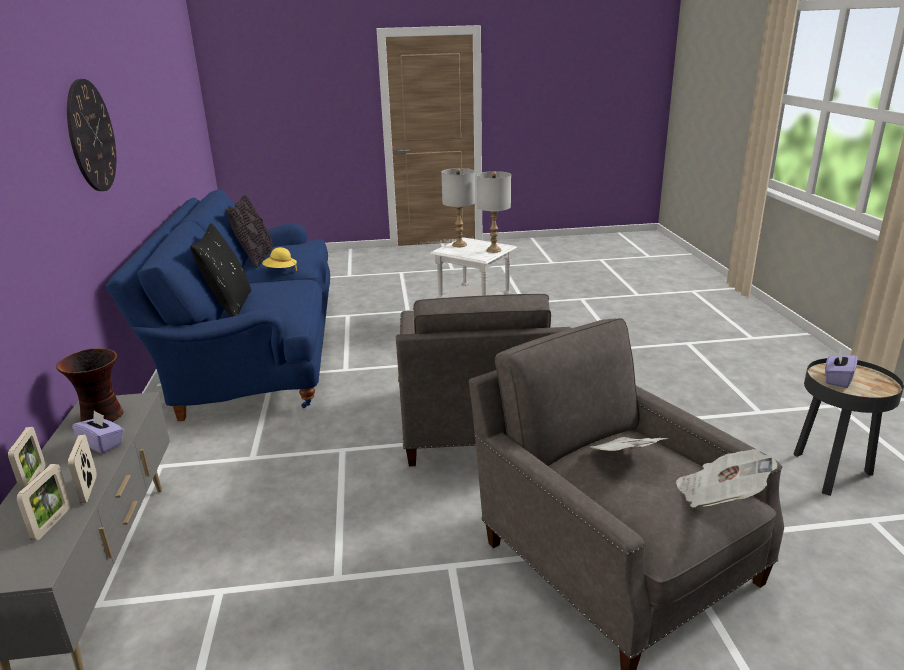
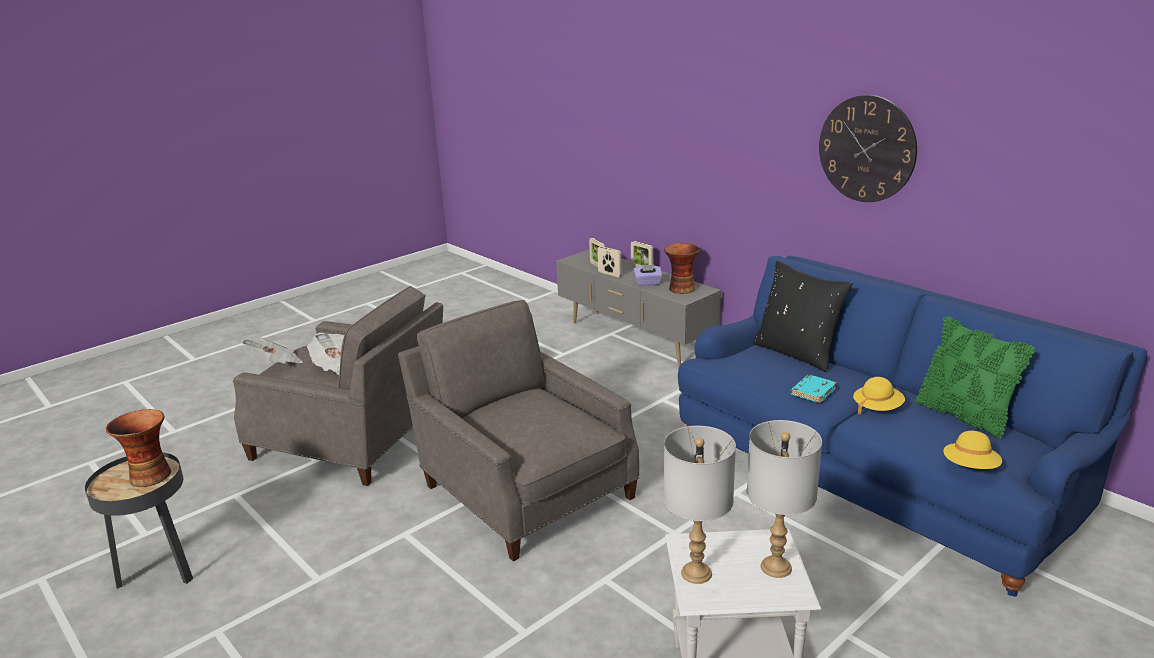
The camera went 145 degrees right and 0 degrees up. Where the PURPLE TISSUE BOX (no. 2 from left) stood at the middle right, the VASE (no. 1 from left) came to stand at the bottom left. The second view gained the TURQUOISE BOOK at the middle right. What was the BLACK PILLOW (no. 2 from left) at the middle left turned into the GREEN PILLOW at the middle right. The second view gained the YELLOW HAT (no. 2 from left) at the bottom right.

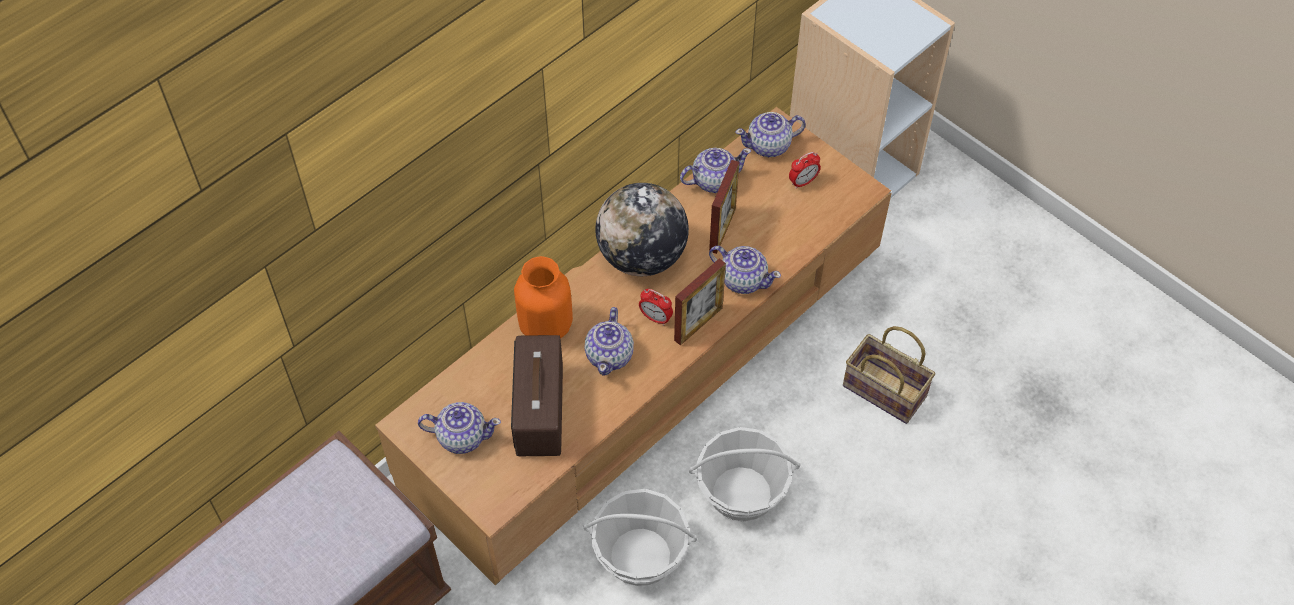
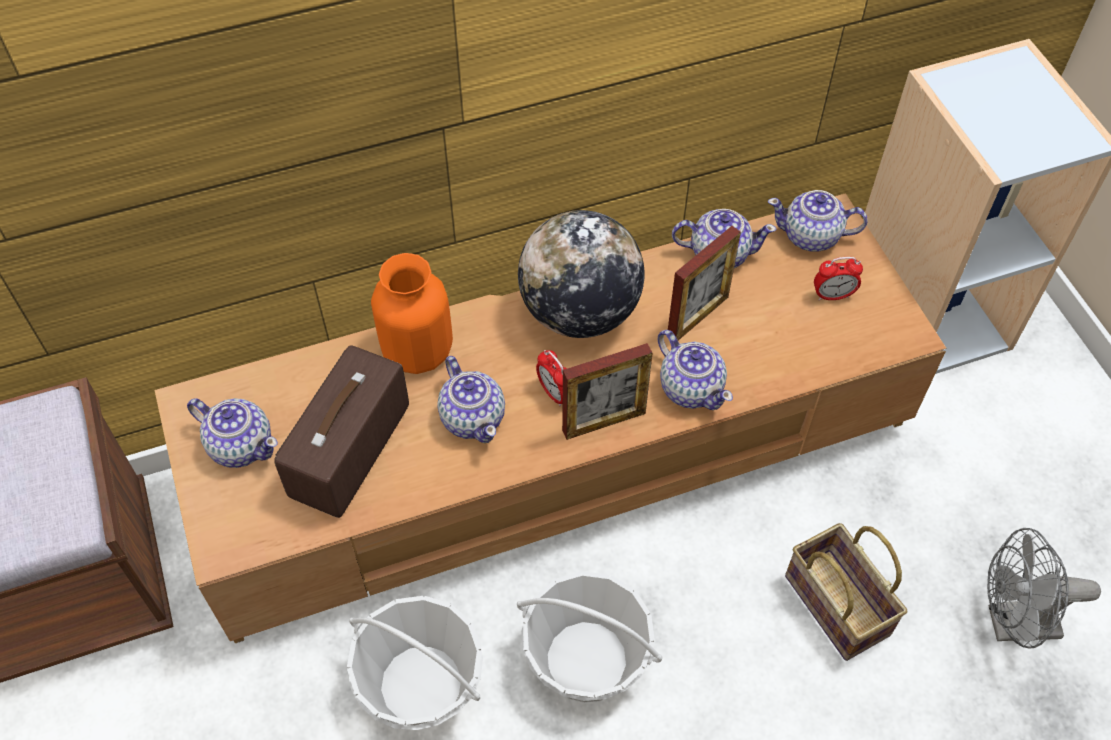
The camera went 25 degrees right and 0 degrees up. The TEAPOT (no. 2 from left) at the centre ended up facing another way, 60 degrees counterclockwise from before. The second view gained the GREY FAN at the bottom right.

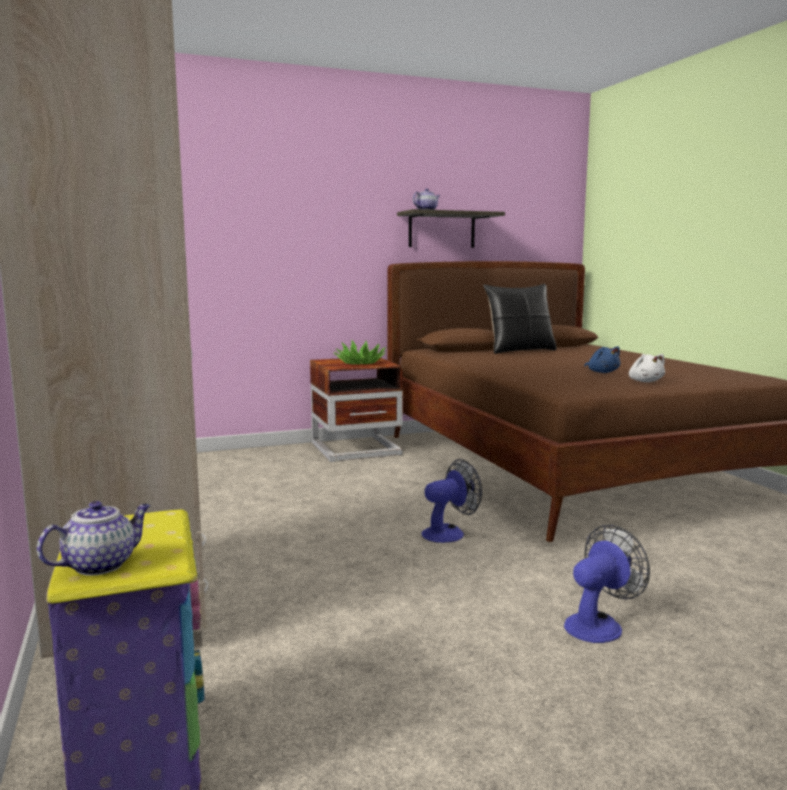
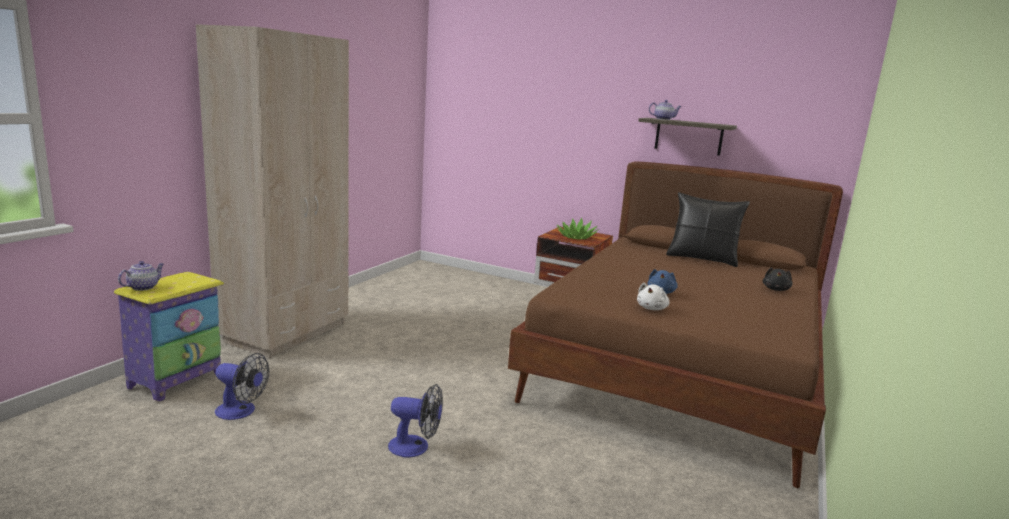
The camera went 45 degrees right and 5 degrees up. The TEAPOT (no. 1 from left) at the bottom left ended up facing another way, 60 degrees counterclockwise from before. The FAN (no. 1 from left) ended up elsewhere, having gone from the centre to the bottom left. The second view gained the BLACK PLUSH TOY at the middle right.

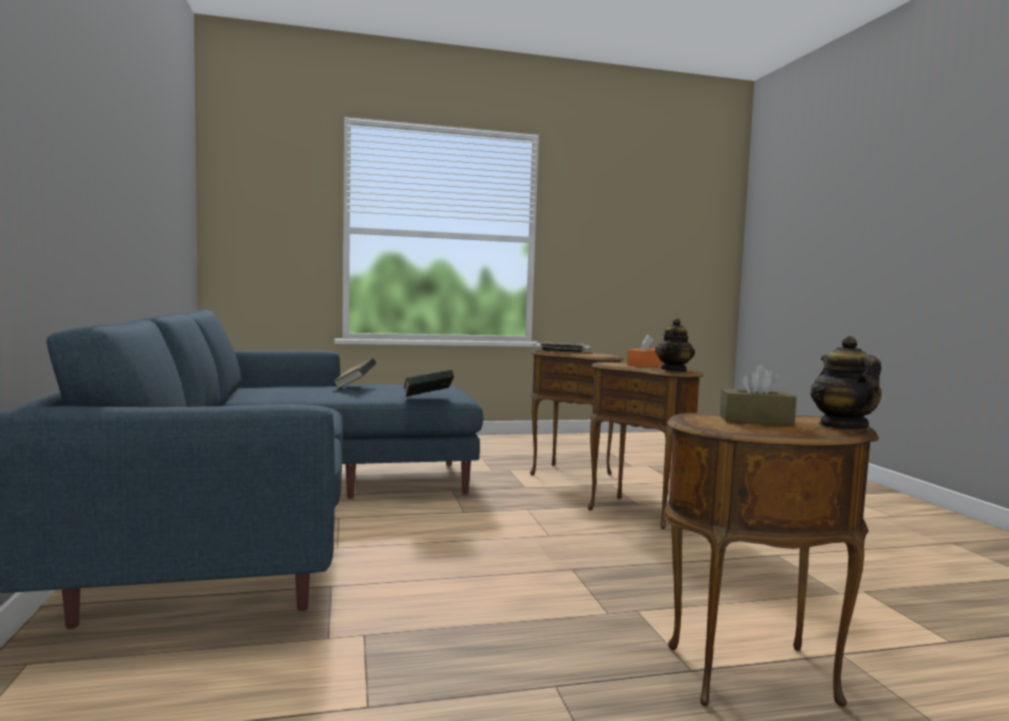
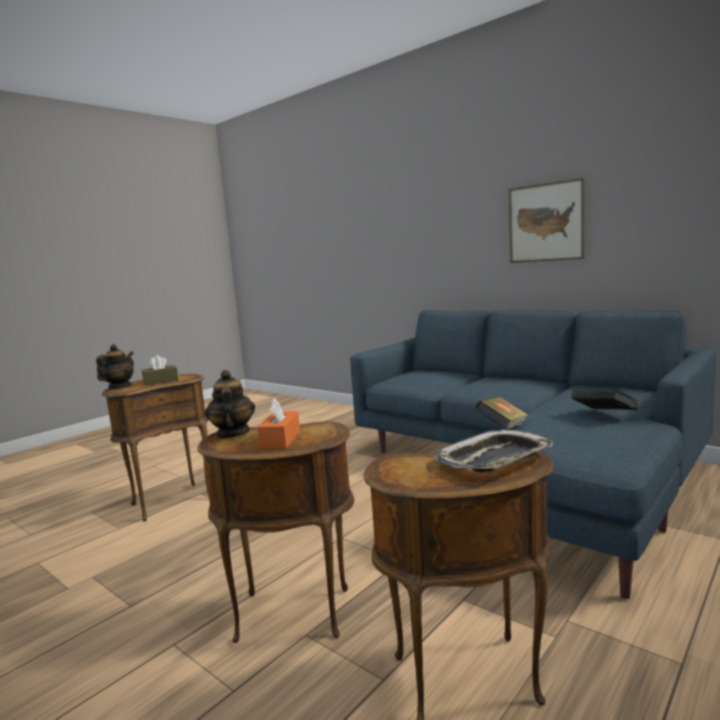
The camera went 145 degrees right and 5 degrees up. The TEAPOT (no. 2 from left in the first image) at the middle right ended up facing another way, 120 degrees counterclockwise from before. The second view gained the PICTURE at the top right.

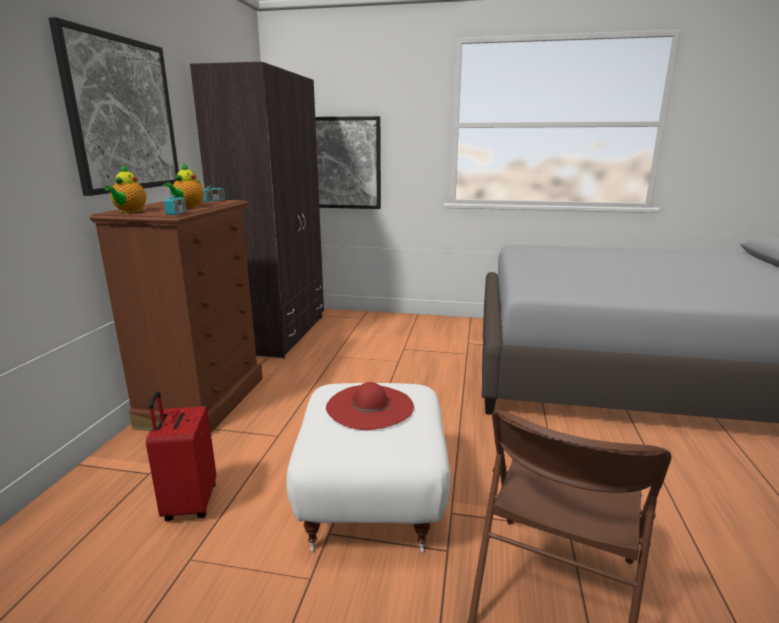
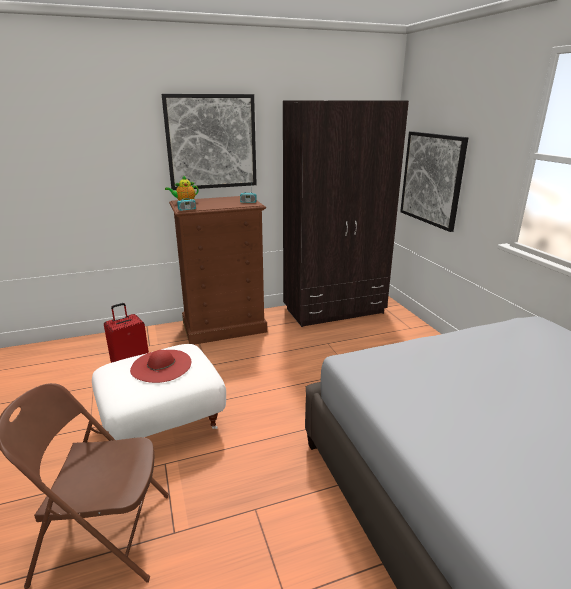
The camera went 60 degrees right and 5 degrees up. The second view lost the TEAPOT (no. 2 from left) at the top left.

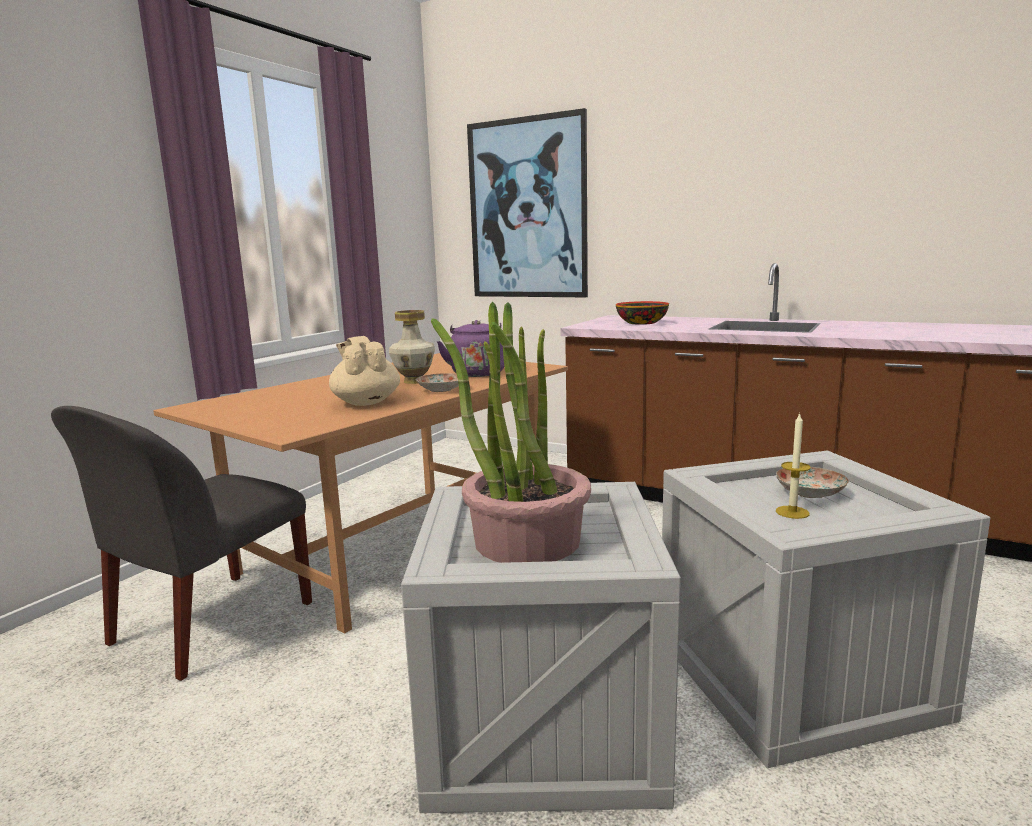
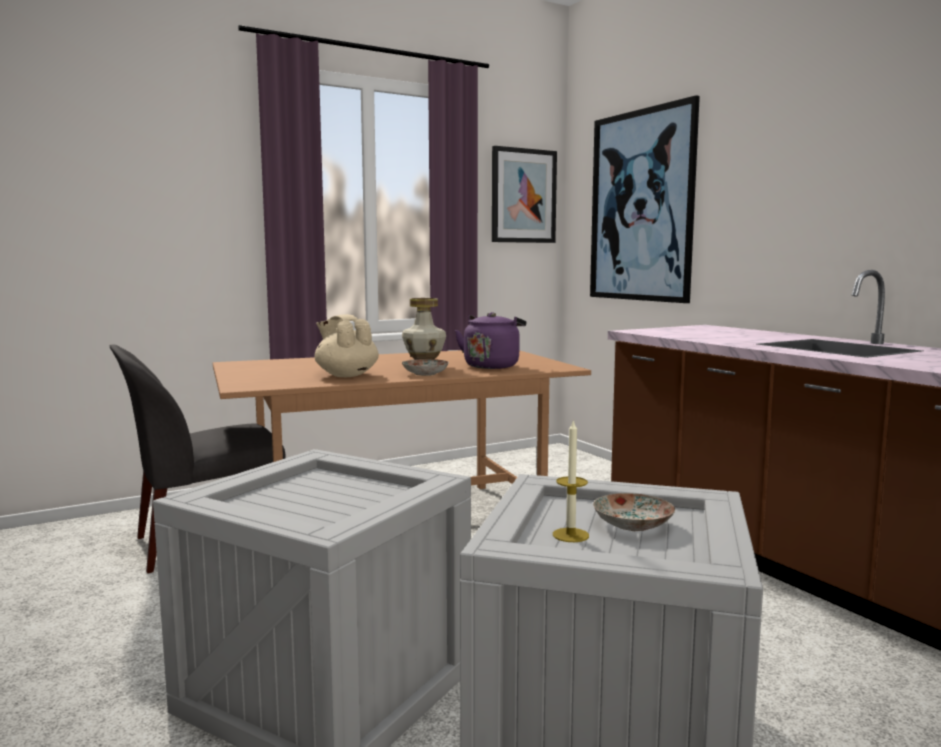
The camera went 30 degrees right and 5 degrees down. The BEIGE TEAPOT at the centre ended up facing another way, 45 degrees counterclockwise from before. The second view gained the PICTURE (no. 1 from left) at the top centre. The second view lost the POTTED PLANT at the centre. The second view lost the BOWL at the centre.

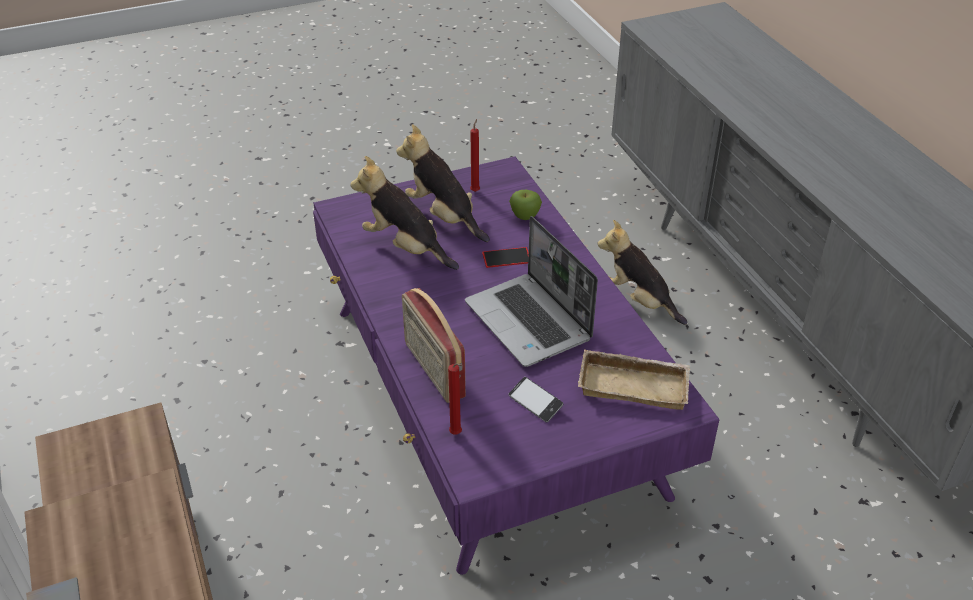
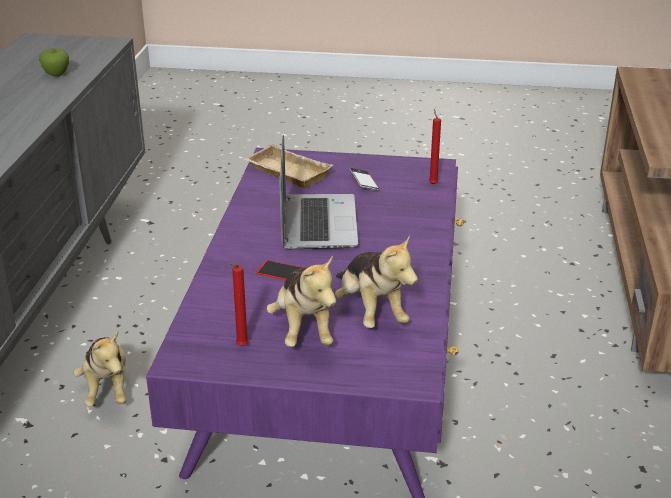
The camera went 150 degrees left and 10 degrees down. The APPLE ended up elsewhere, having gone from the centre to the top left. The second view lost the RADIO at the centre.

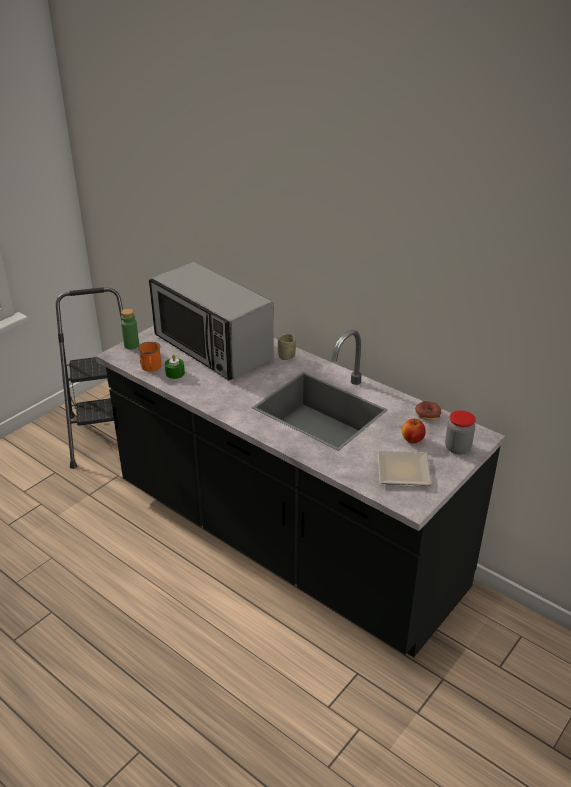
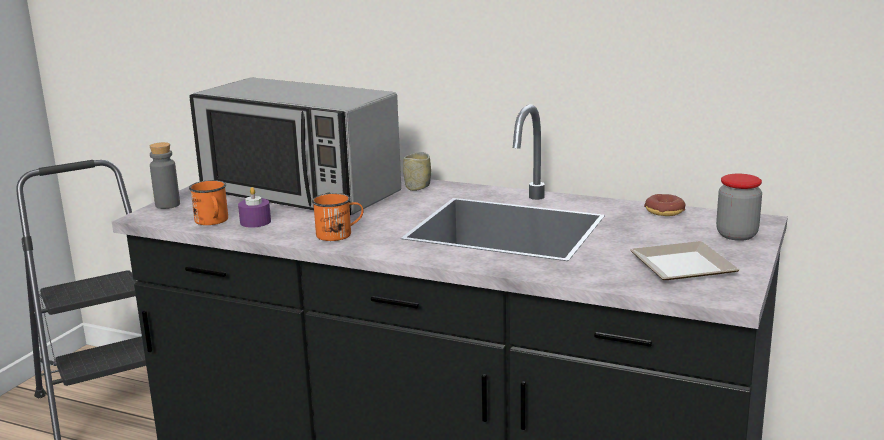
The camera went 15 degrees left and 15 degrees down. What was the GREEN BOTTLE at the middle left turned into the GREY BOTTLE at the middle left. What was the GREEN CANDLE at the middle left turned into the PURPLE CANDLE at the middle left. The second view gained the ORANGE MUG (no. 2 from left) at the centre. The second view lost the APPLE at the middle right.

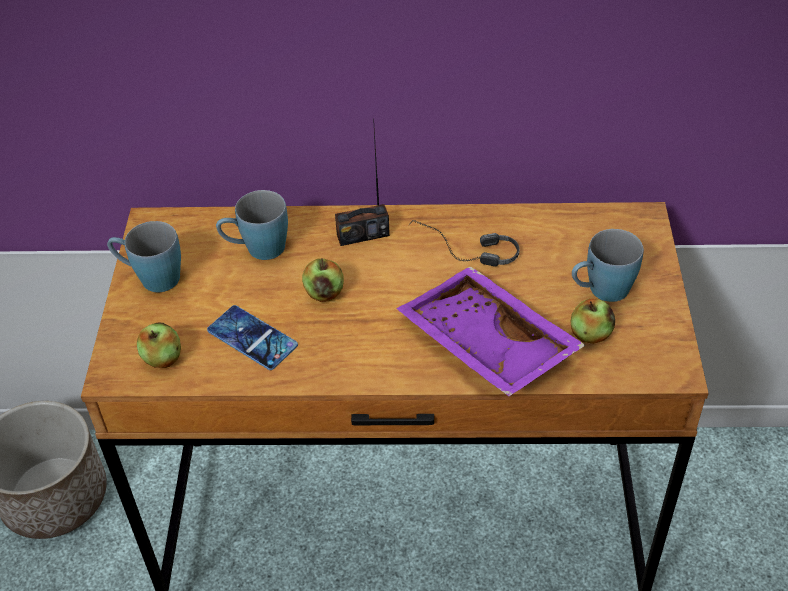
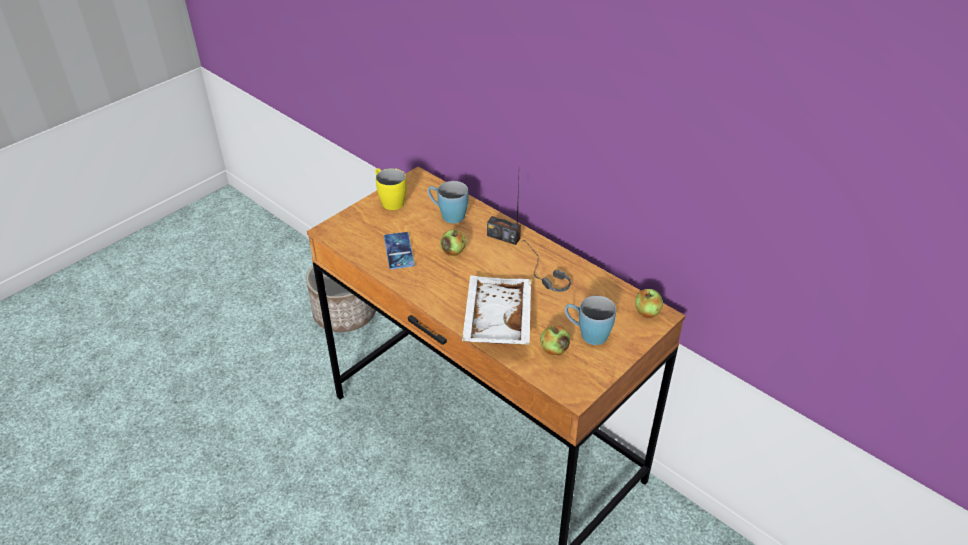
The camera went 40 degrees right and 5 degrees down. What was the BLUE MUG (no. 1 from left) at the middle left turned into the YELLOW MUG at the centre. What was the PURPLE TRAY at the centre turned into the WHITE TRAY at the centre. The APPLE (no. 1 from left in the first image) ended up elsewhere, having gone from the middle left to the middle right.

